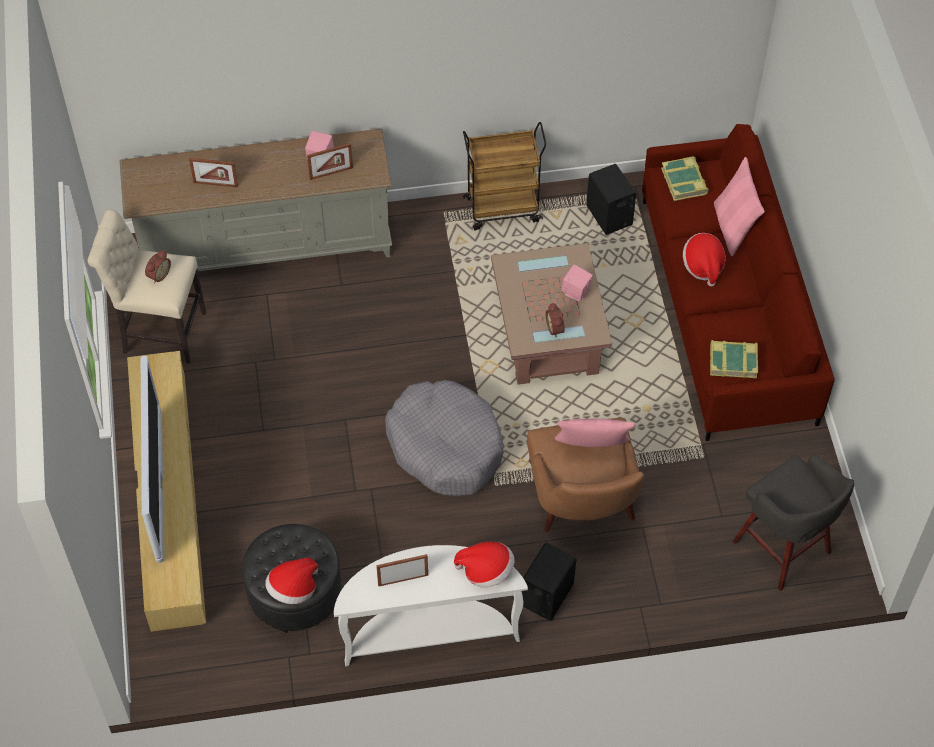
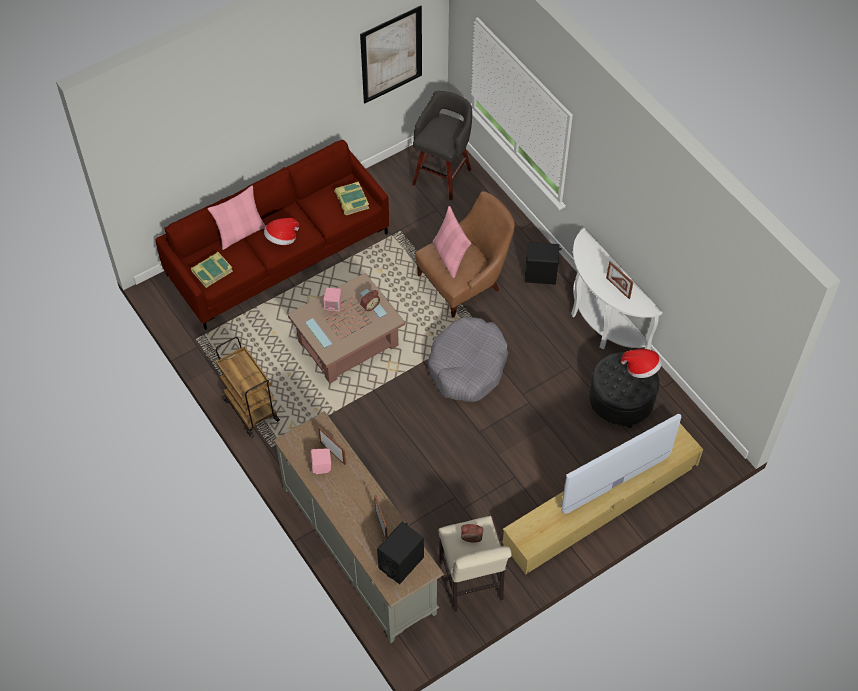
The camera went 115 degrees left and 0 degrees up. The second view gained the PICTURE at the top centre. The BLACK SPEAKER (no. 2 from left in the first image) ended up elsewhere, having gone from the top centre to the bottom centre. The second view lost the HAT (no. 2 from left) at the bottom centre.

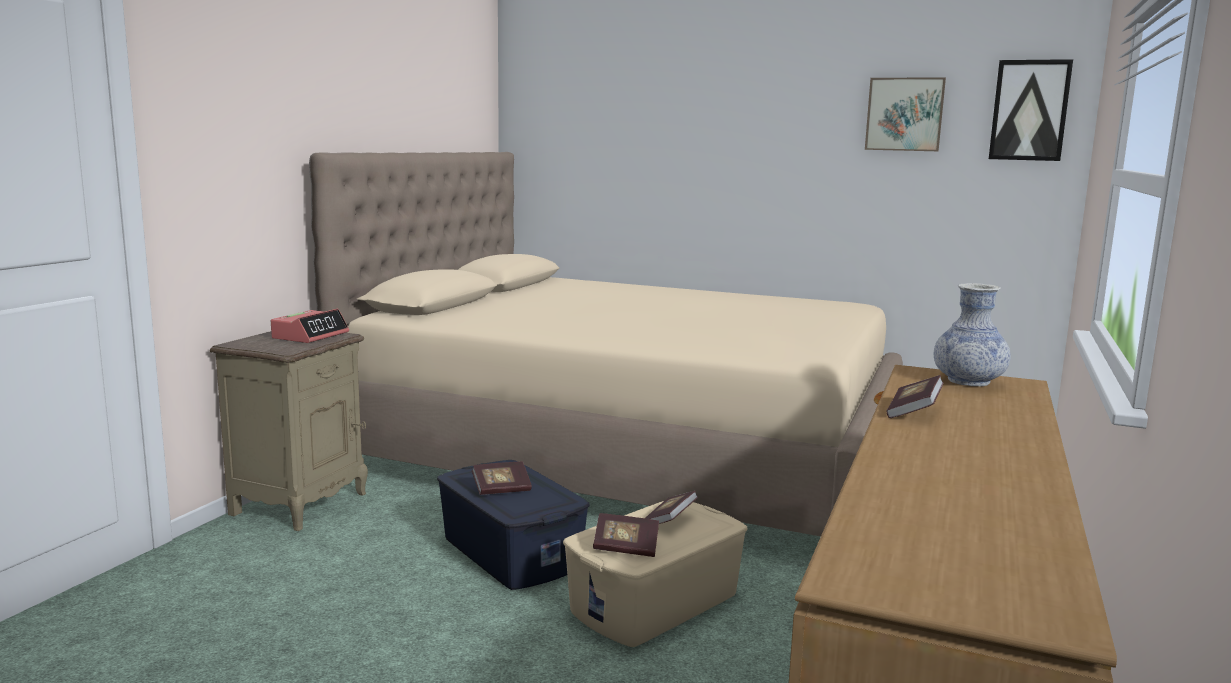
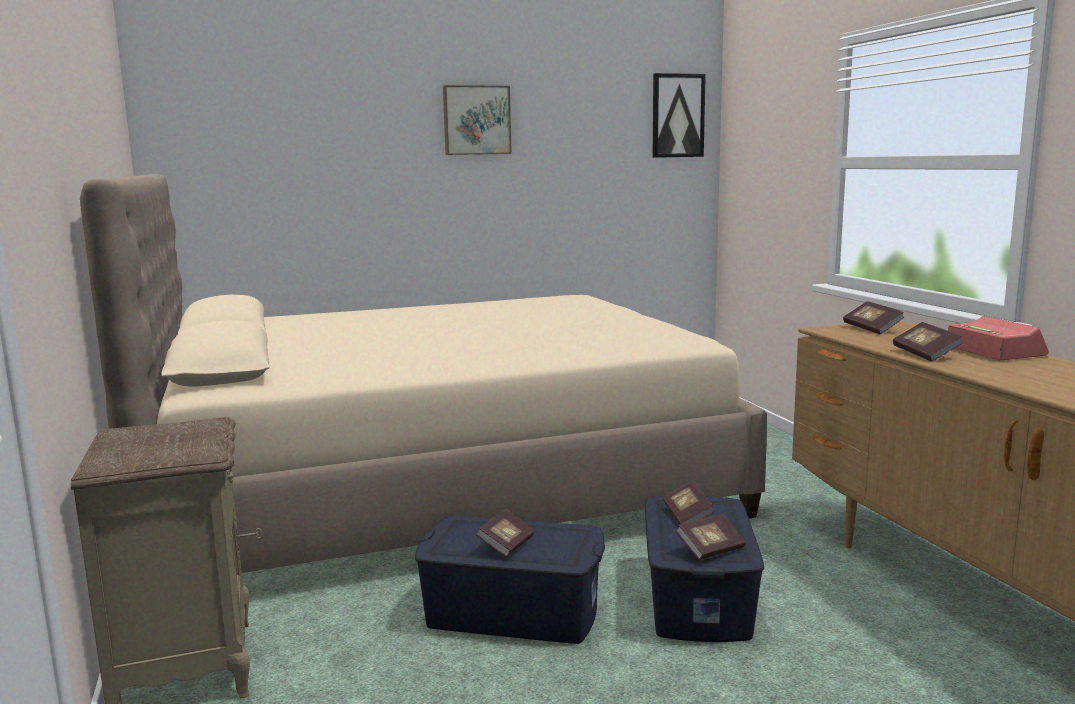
The camera went 40 degrees left and 0 degrees up. The PICTURE (no. 1 from left) ended up elsewhere, having gone from the top right to the top centre. What was the BEIGE STORAGE BOX at the bottom centre turned into the BLUE STORAGE BOX (no. 2 from left) at the bottom centre. Where the VASE stood at the middle right, the BOOK (no. 4 from left) came to stand at the middle right. The ALARM CLOCK ended up elsewhere, having gone from the middle left to the middle right.

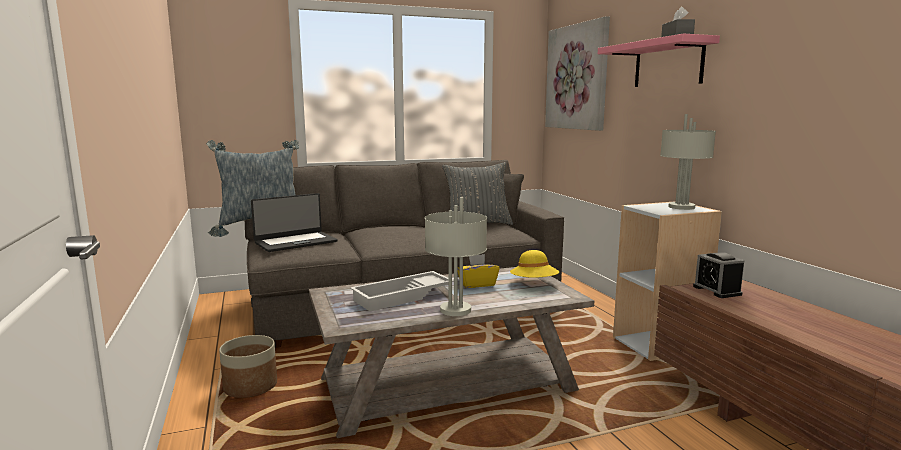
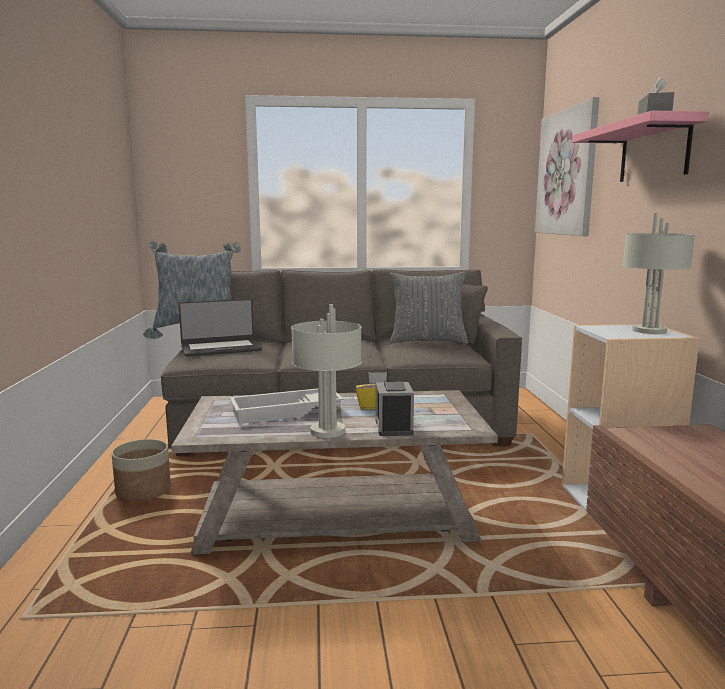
The camera went 15 degrees right and 0 degrees up. The ALARM CLOCK ended up elsewhere, having gone from the middle right to the centre. The second view lost the YELLOW HAT at the centre.

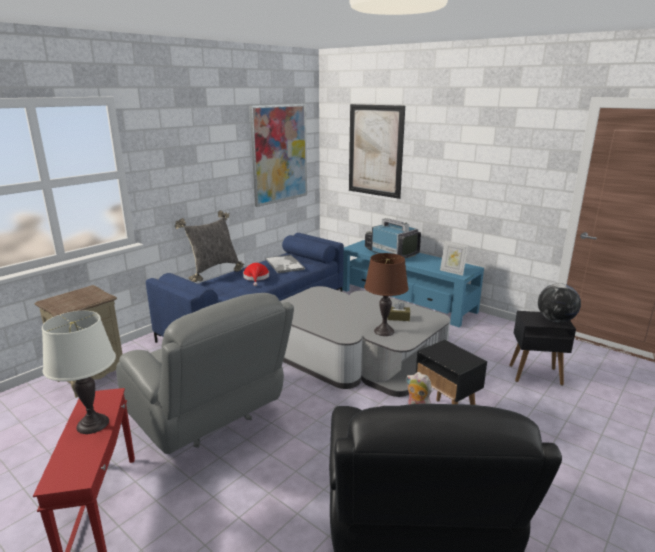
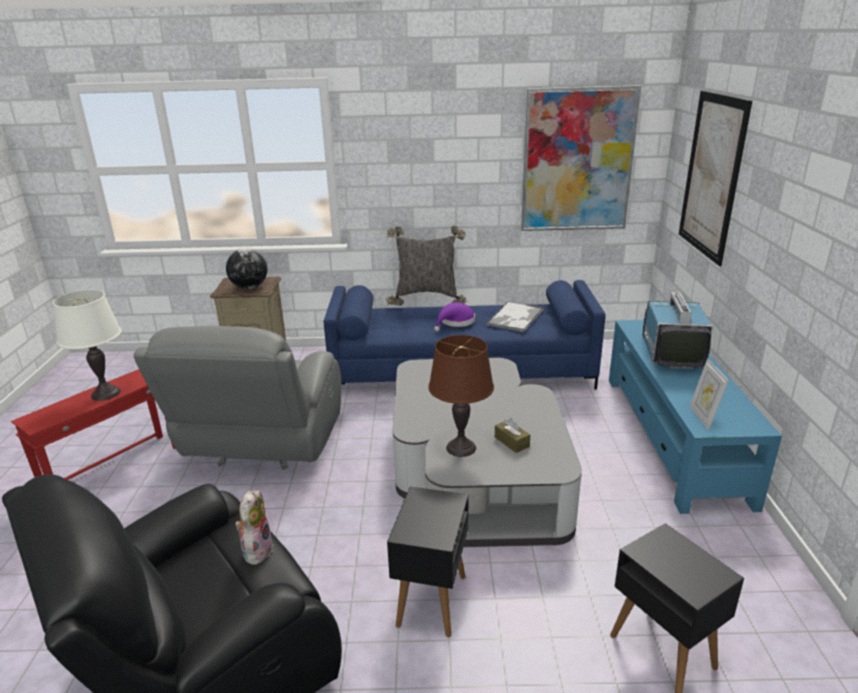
The camera went 50 degrees right and 5 degrees up. The GLOBE ended up elsewhere, having gone from the middle right to the middle left. What was the RED HAT at the centre turned into the PURPLE HAT at the centre.

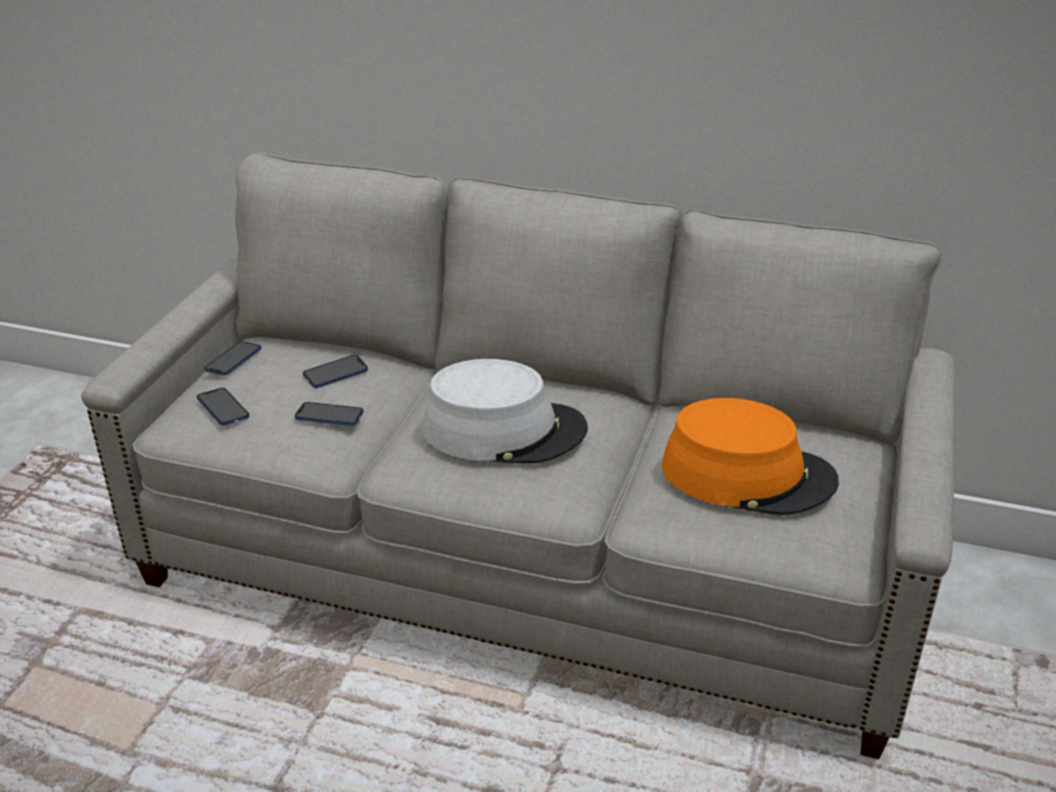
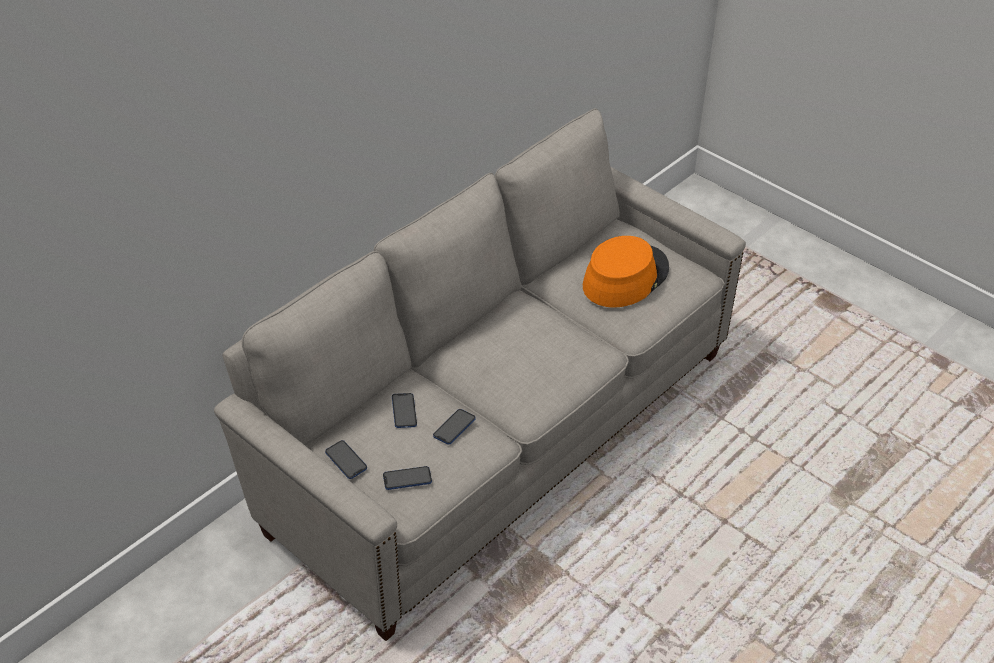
The camera went 65 degrees left and 10 degrees up. The second view lost the GREY HAT at the centre.

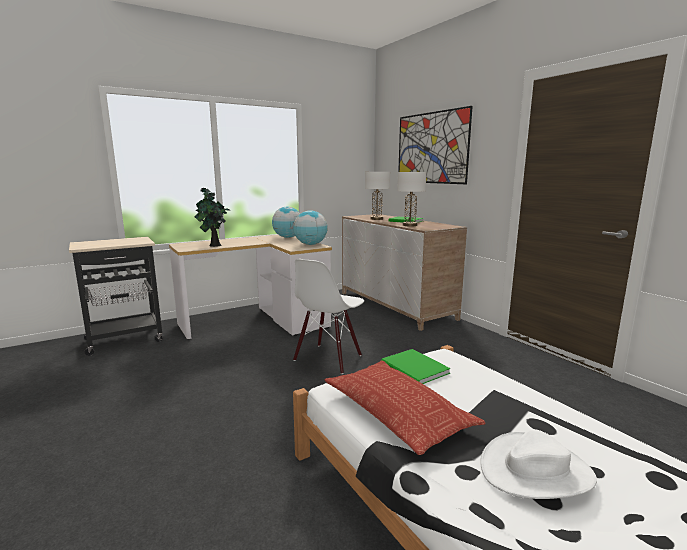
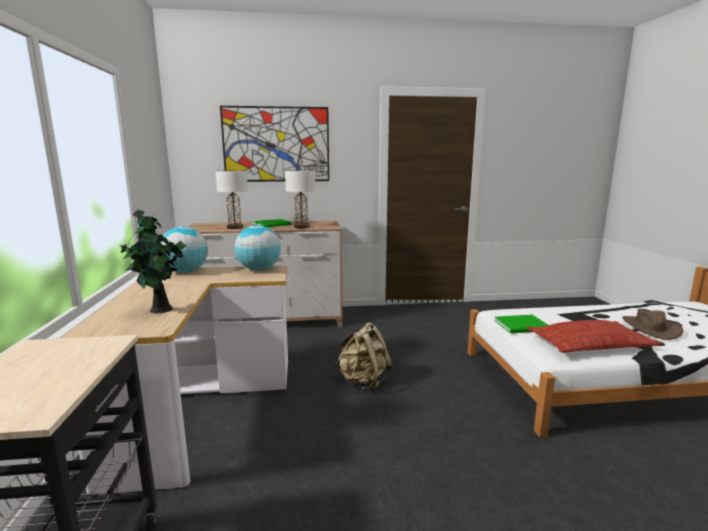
The camera went 65 degrees left and 0 degrees up. Where the WHITE CHAIR stood at the centre, the BEIGE BACKPACK came to stand at the bottom centre. What was the WHITE HAT at the bottom right turned into the BROWN HAT at the middle right.

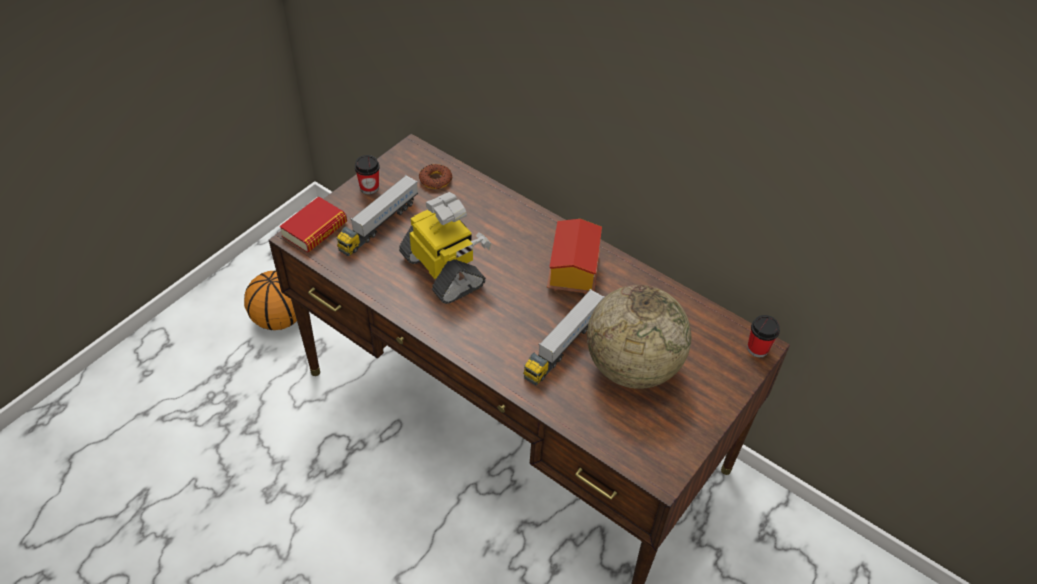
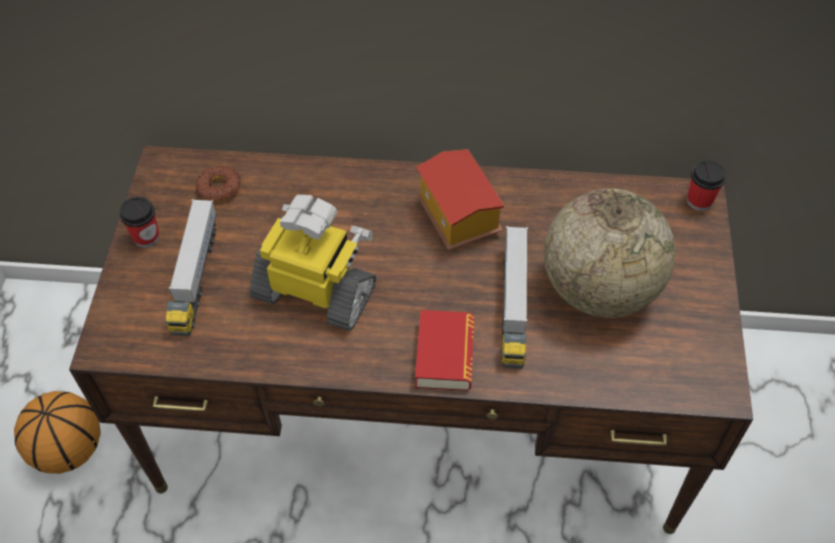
The camera went 30 degrees left and 5 degrees up. The BOOK ended up elsewhere, having gone from the middle left to the centre.

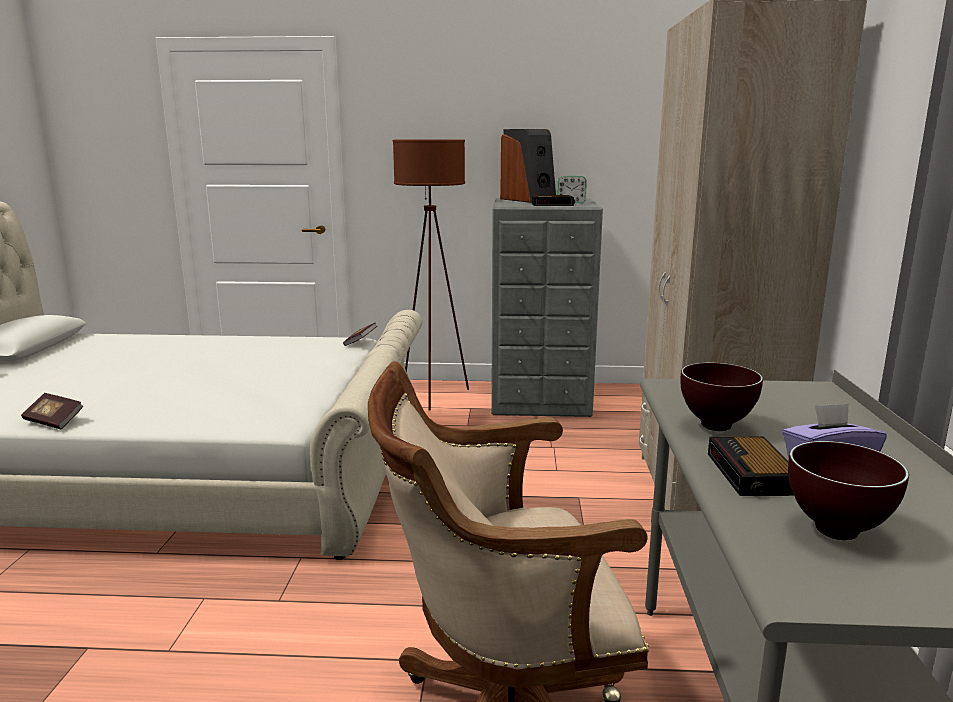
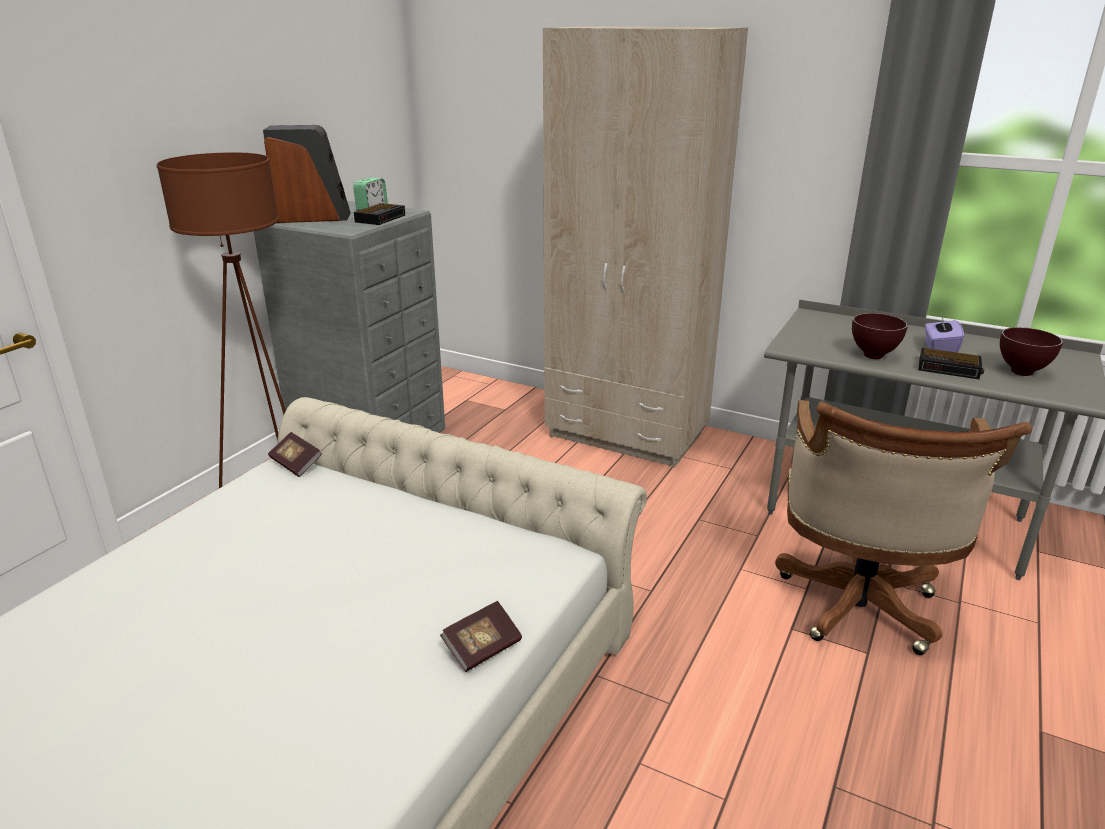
The camera went 65 degrees left and 10 degrees up. The BOOK (no. 1 from left in the first image) ended up elsewhere, having gone from the middle left to the bottom centre.

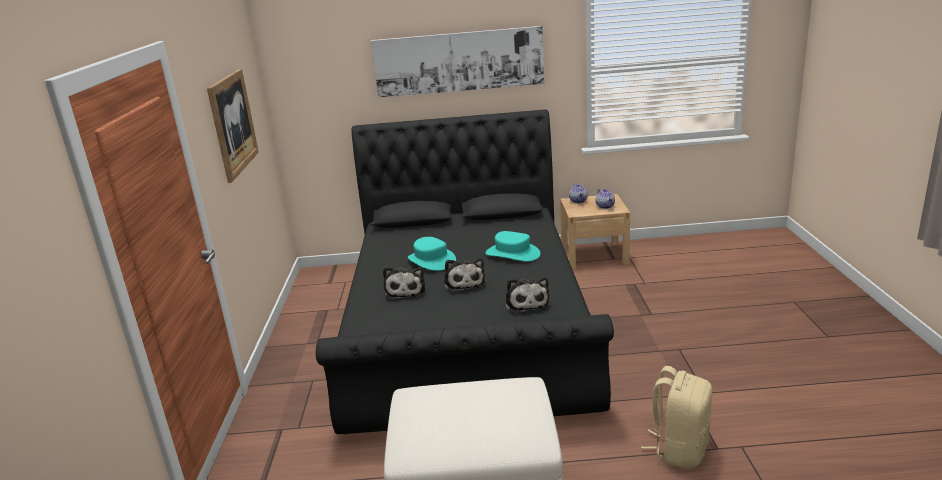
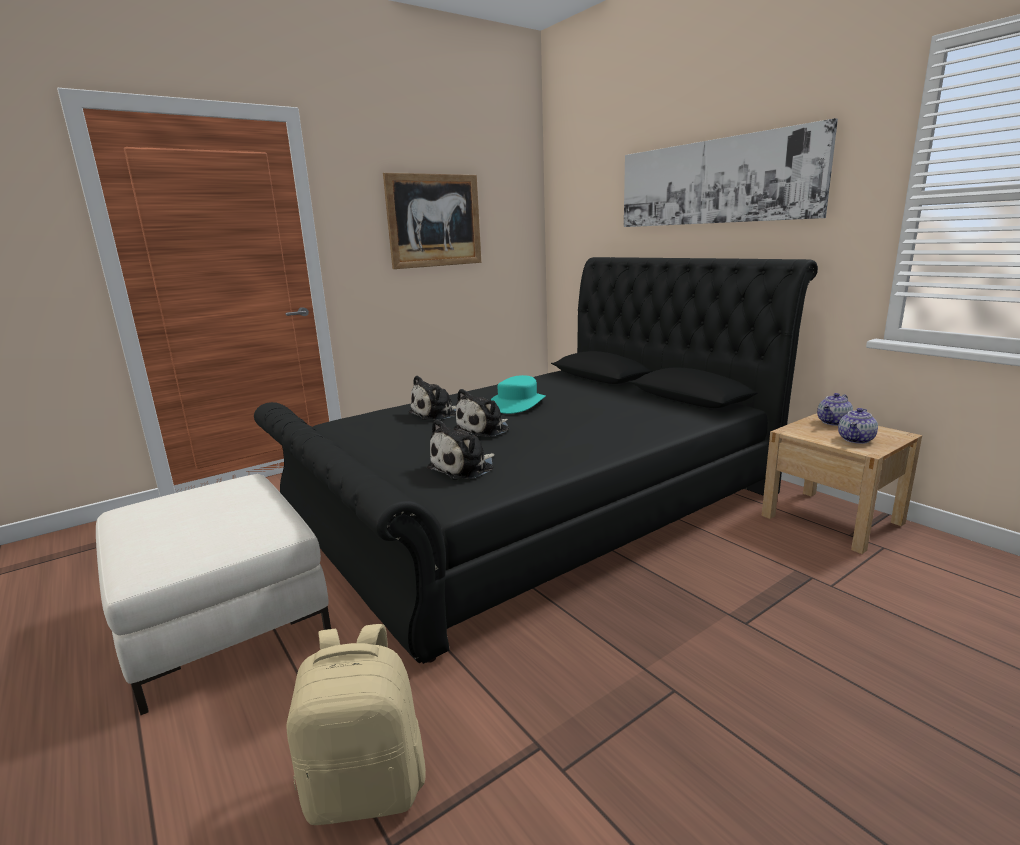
The camera went 55 degrees right and 5 degrees down. The second view lost the TURQUOISE HAT (no. 2 from left) at the centre.

